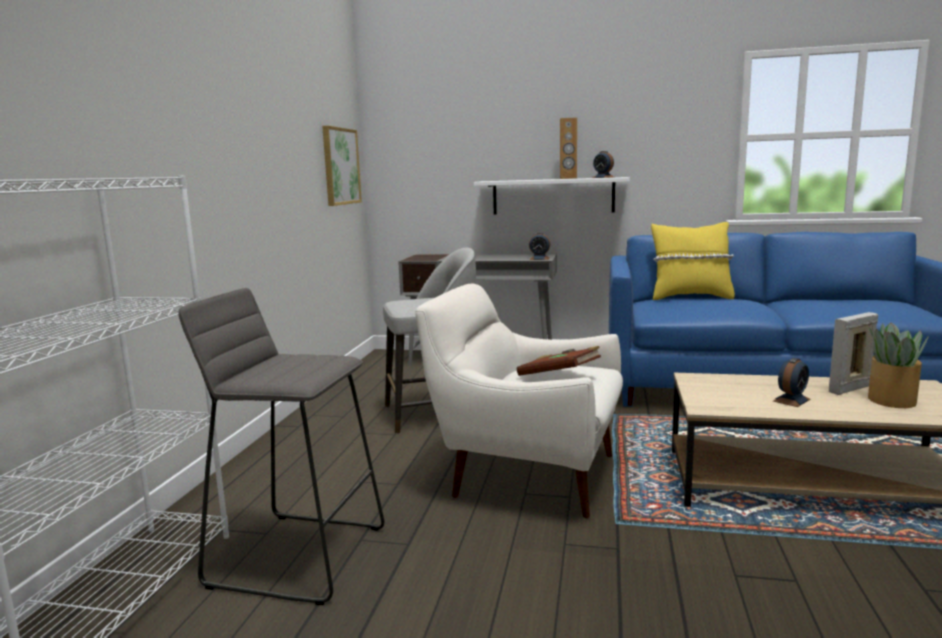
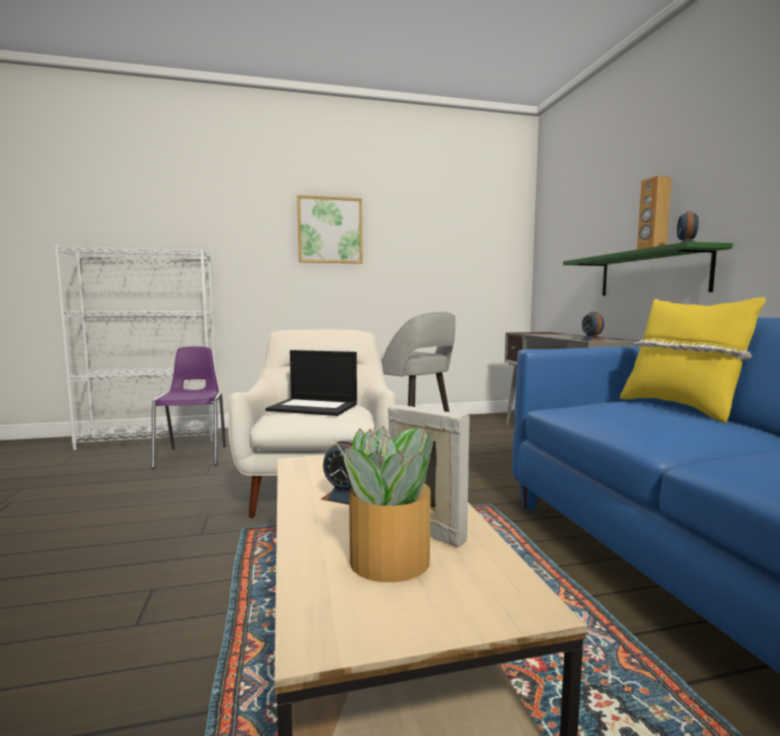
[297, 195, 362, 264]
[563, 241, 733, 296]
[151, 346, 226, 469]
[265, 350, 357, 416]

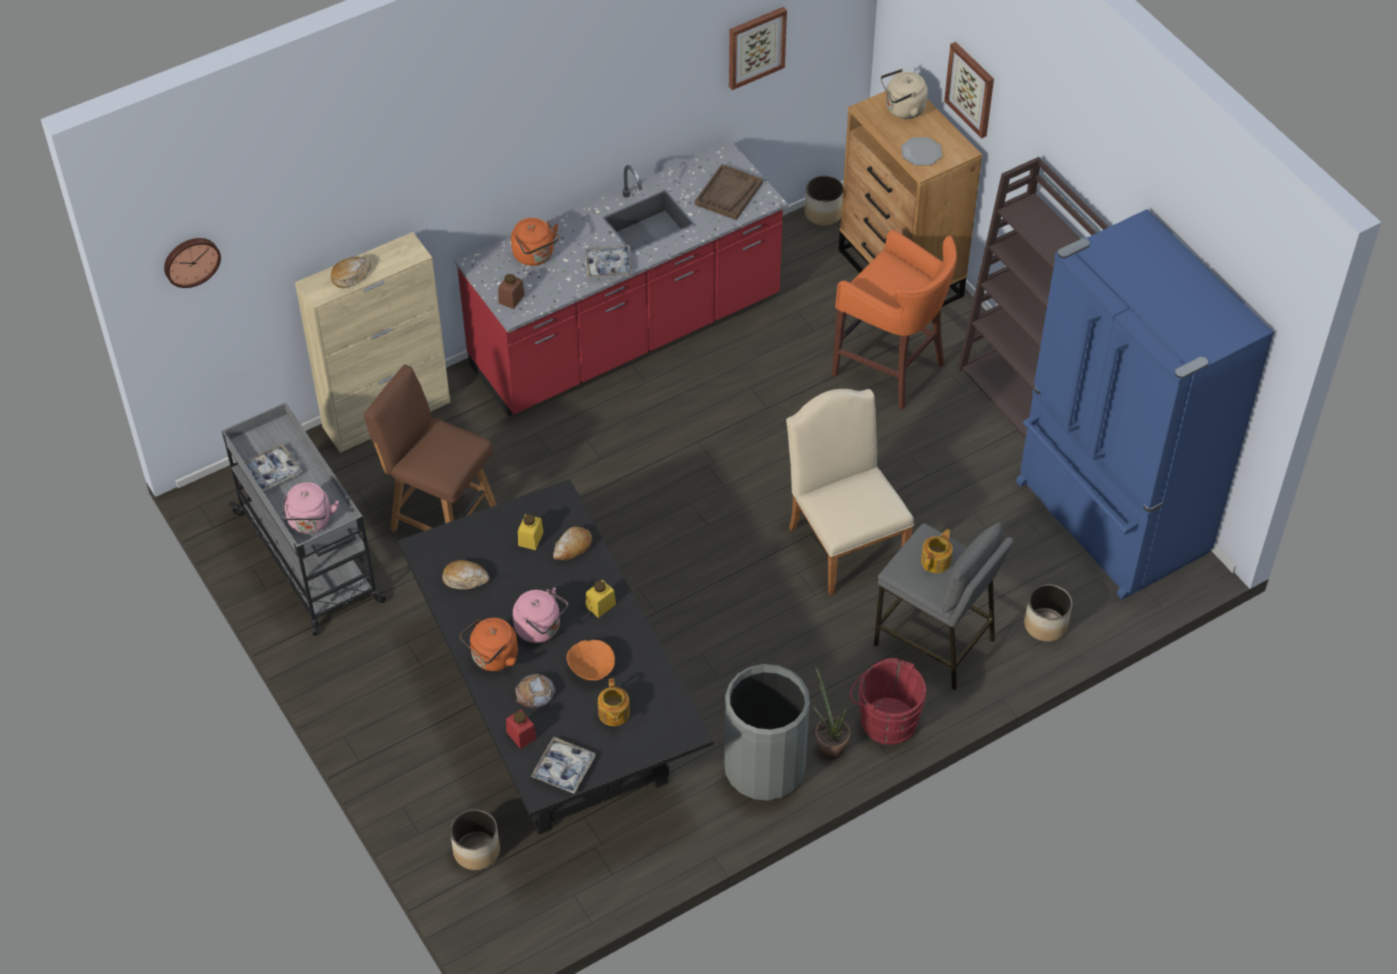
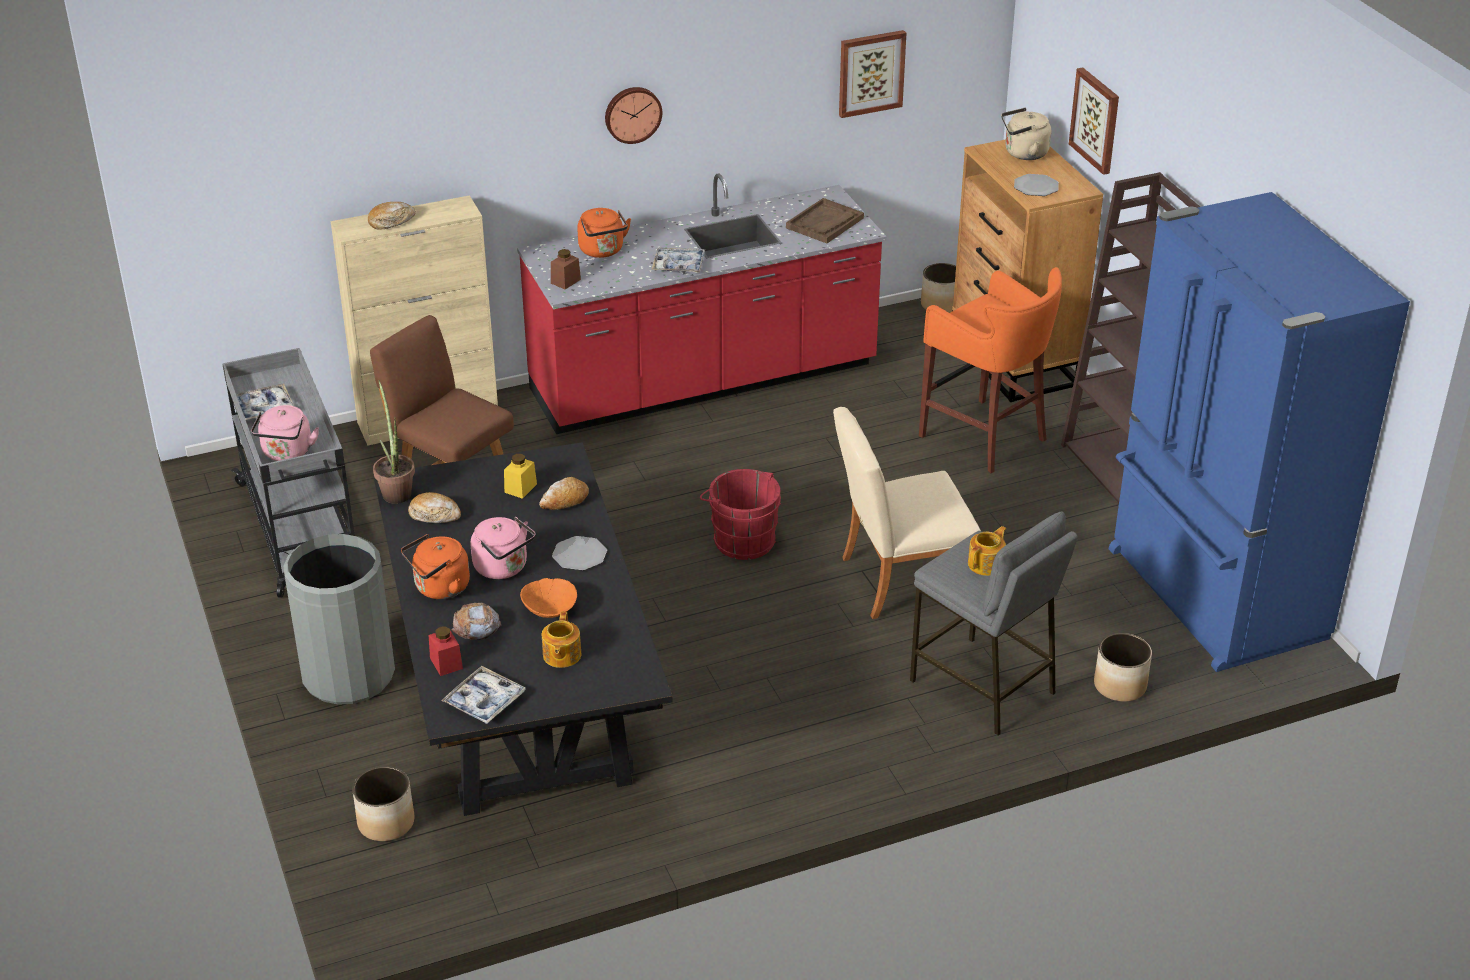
[605, 87, 662, 144]
[833, 407, 981, 619]
[552, 536, 607, 571]
[700, 469, 781, 560]
[284, 534, 395, 705]
[373, 380, 415, 504]

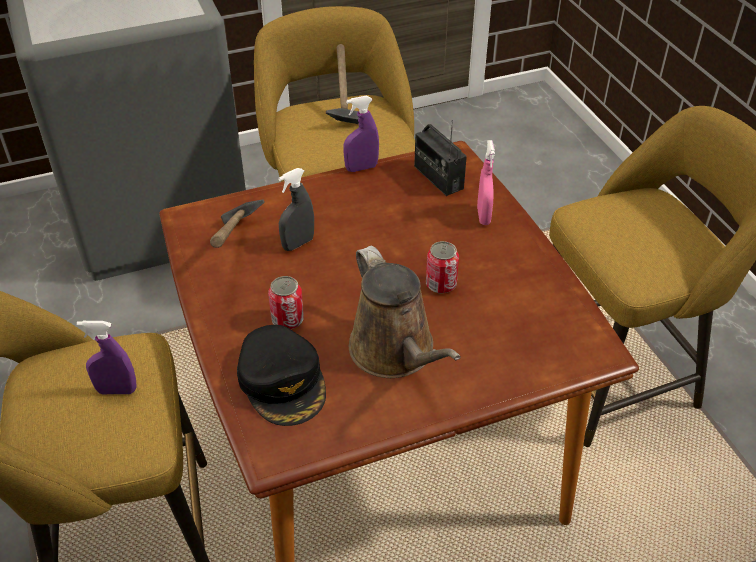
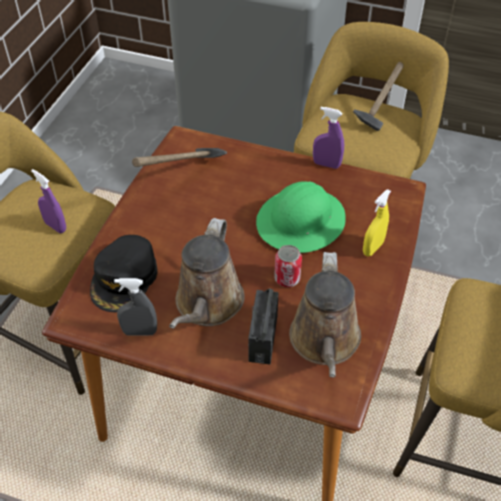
[248, 289, 279, 364]
[363, 189, 391, 256]
[114, 278, 157, 336]
[268, 276, 304, 329] (first image)
[256, 181, 346, 253]
[289, 252, 361, 378]

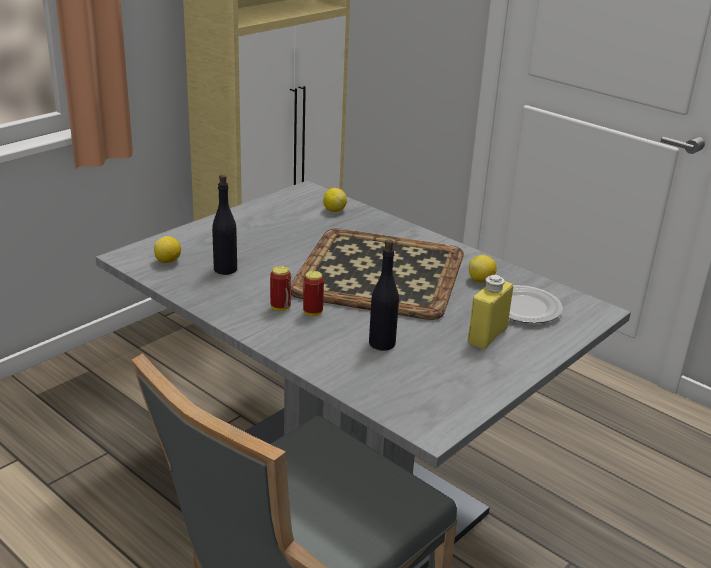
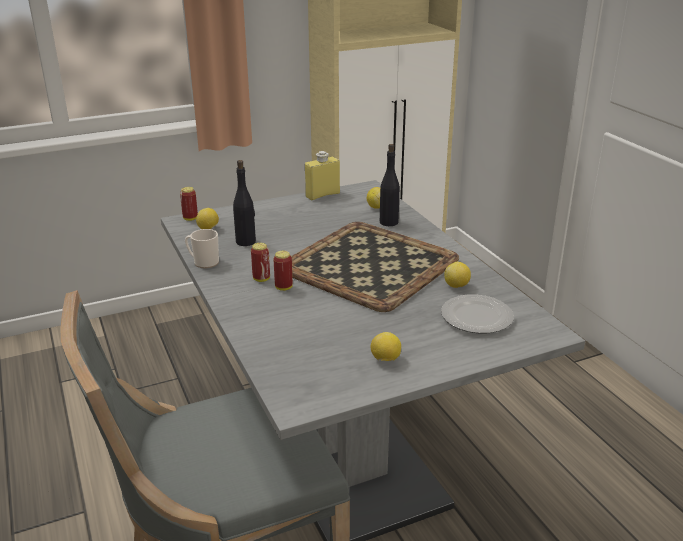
[380, 144, 400, 226]
[305, 151, 340, 200]
[180, 187, 198, 221]
[185, 229, 219, 268]
[371, 332, 401, 361]

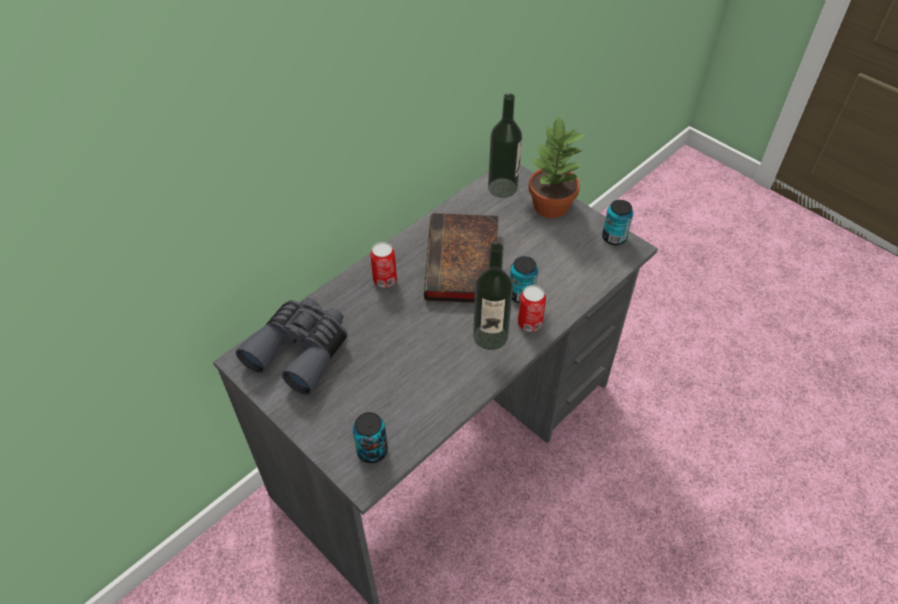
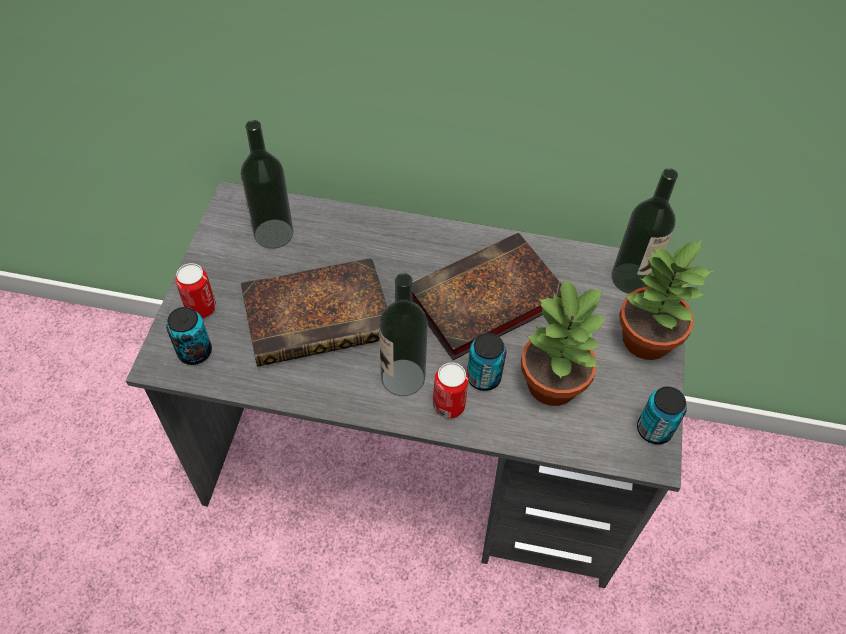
[175, 263, 216, 318]
[240, 120, 293, 249]
[241, 258, 387, 367]
[521, 277, 608, 406]

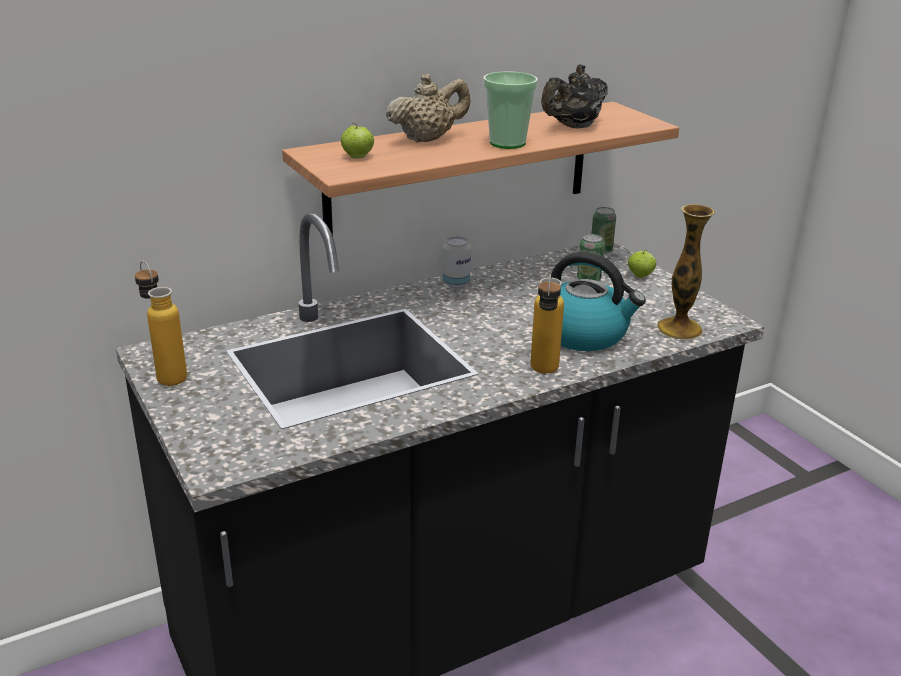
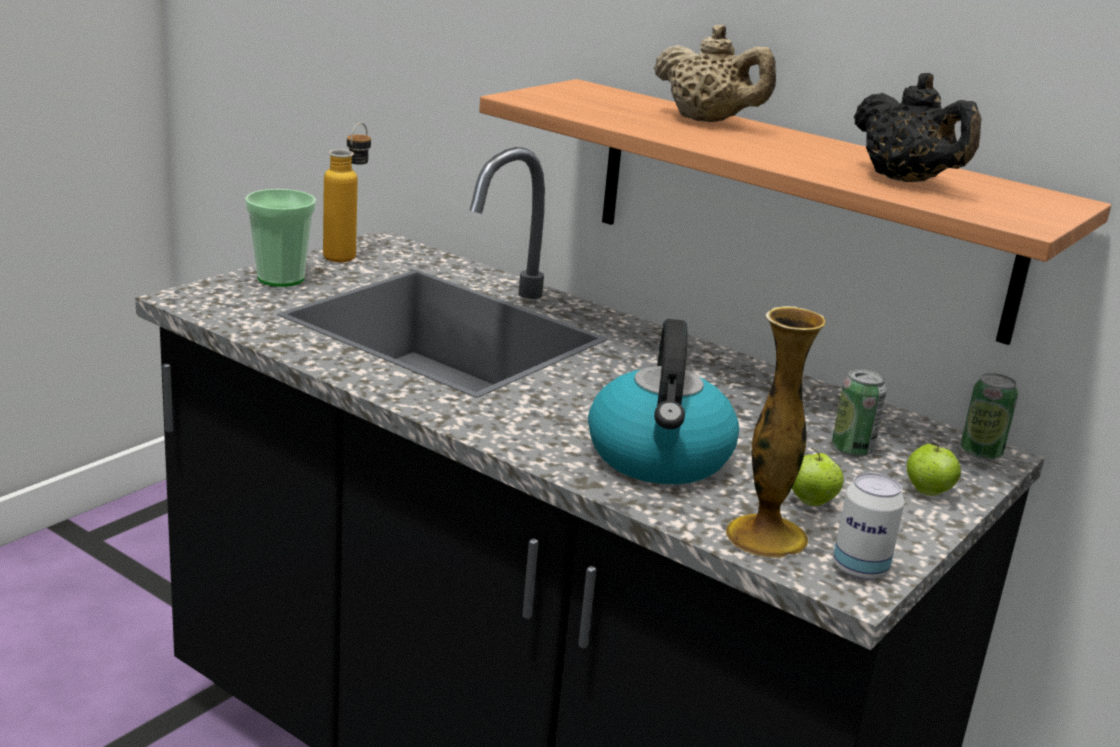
[854, 73, 982, 182]
[245, 189, 316, 287]
[792, 447, 844, 506]
[833, 473, 905, 581]
[530, 272, 564, 374] (first image)

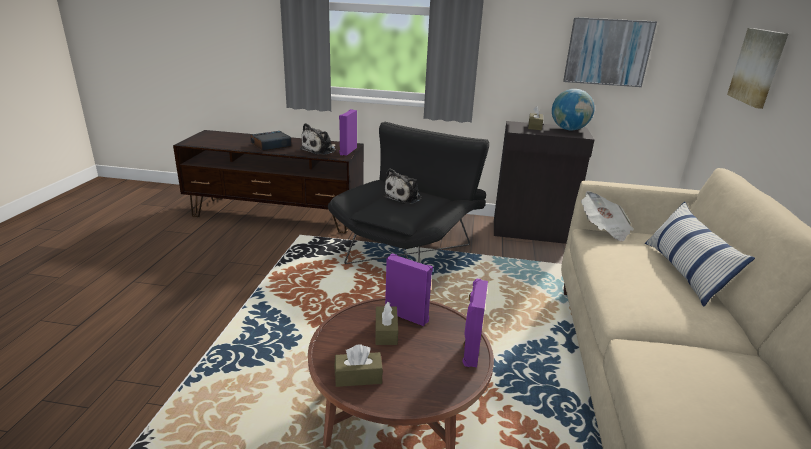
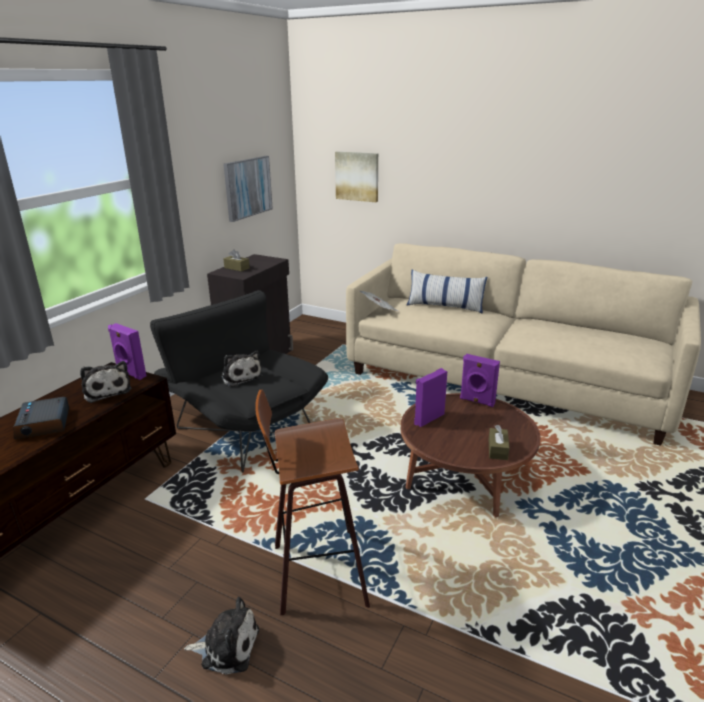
[552, 89, 595, 130] (first image)
[376, 302, 398, 345] (first image)
[255, 390, 370, 615]
[184, 597, 259, 674]

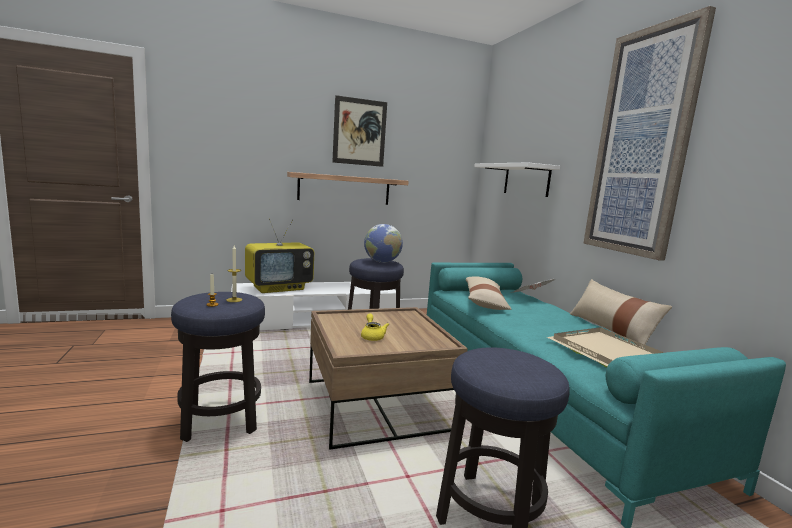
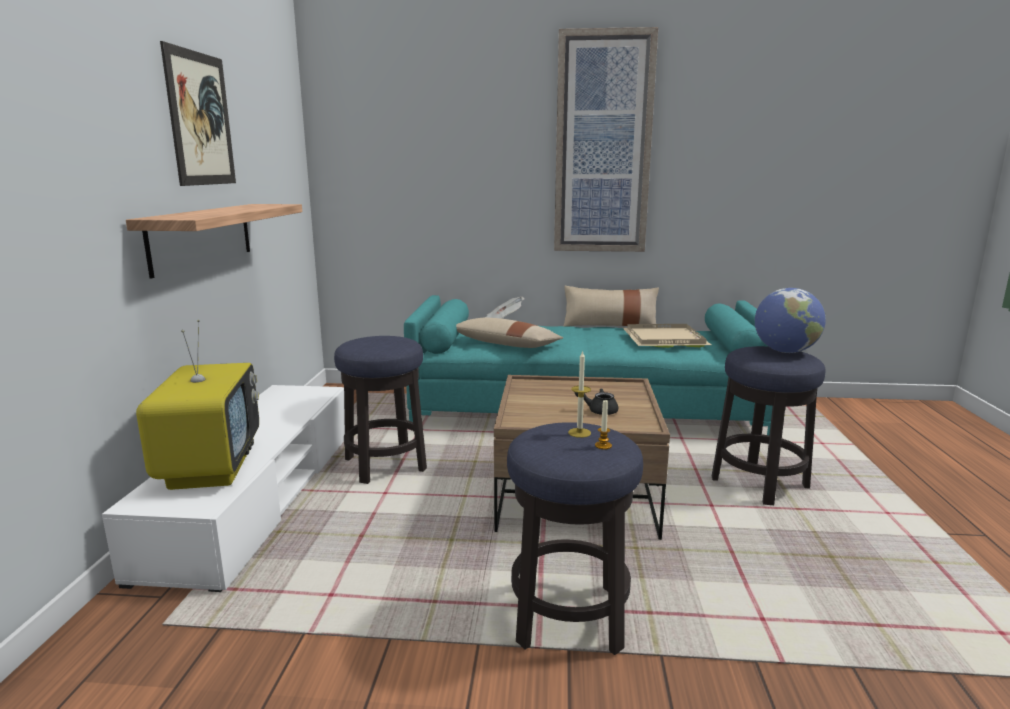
[474, 162, 560, 197] (first image)
[755, 288, 826, 353]
[575, 388, 618, 415]

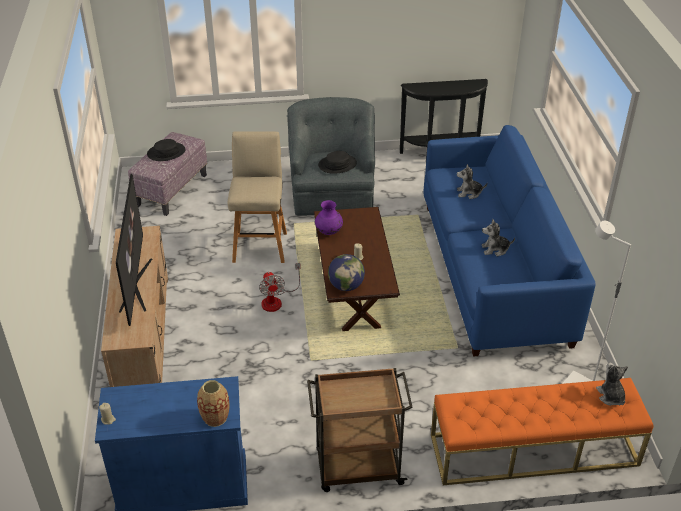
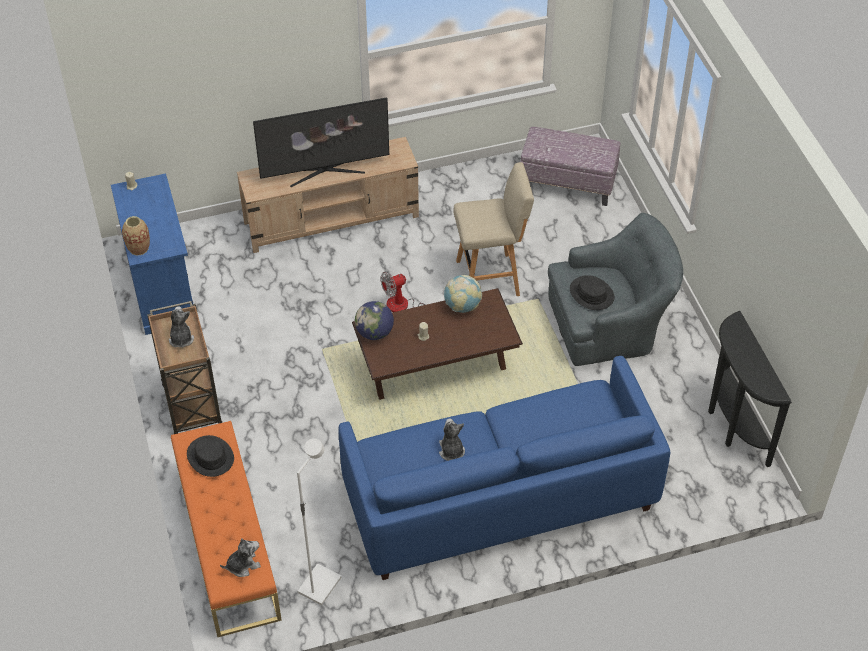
[187, 435, 234, 477]
[169, 306, 194, 348]
[444, 275, 482, 313]

